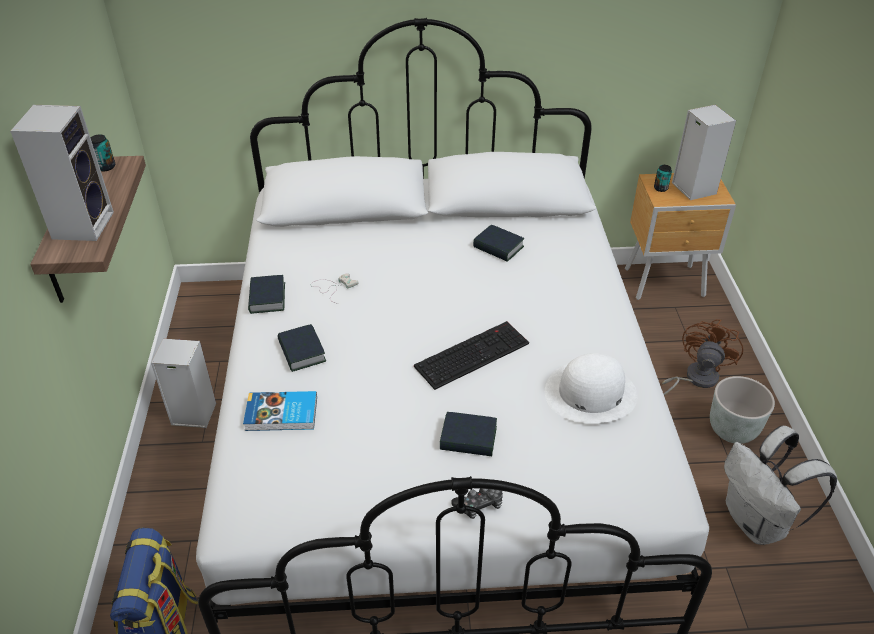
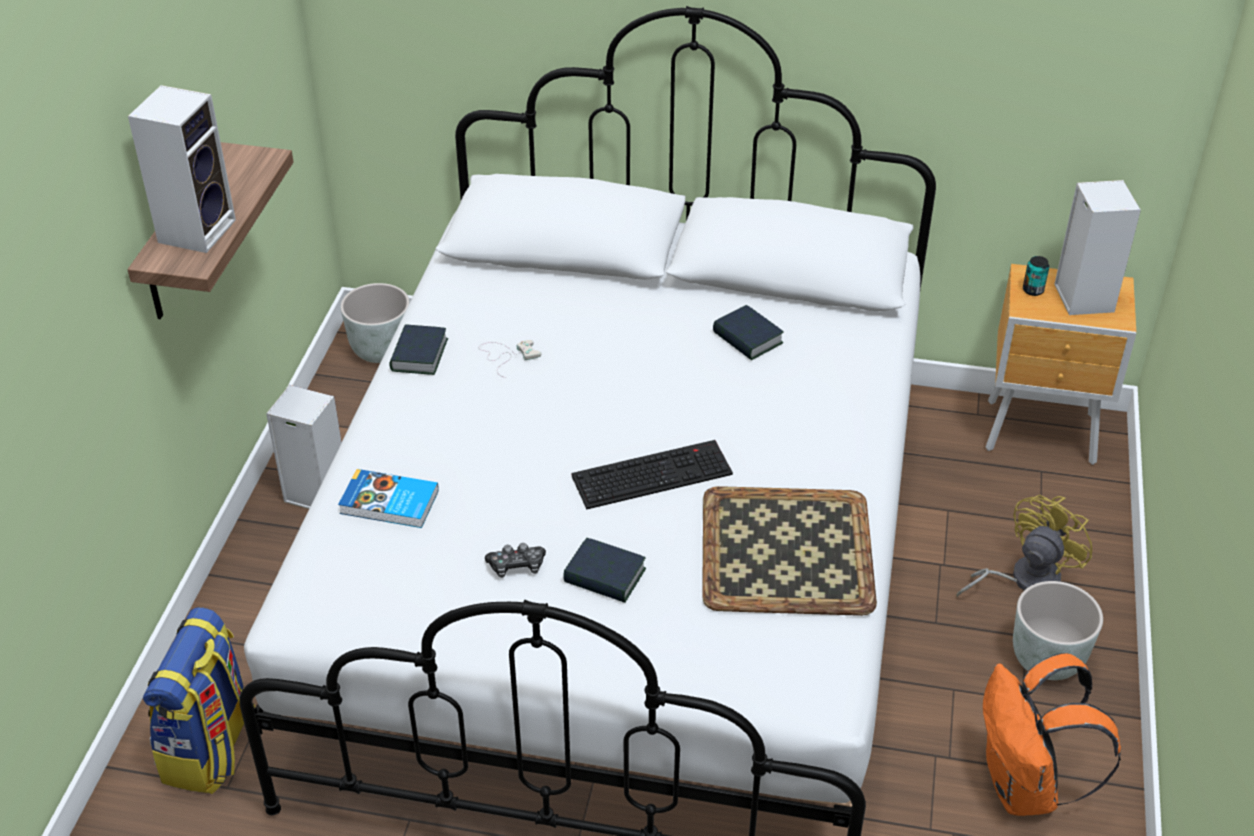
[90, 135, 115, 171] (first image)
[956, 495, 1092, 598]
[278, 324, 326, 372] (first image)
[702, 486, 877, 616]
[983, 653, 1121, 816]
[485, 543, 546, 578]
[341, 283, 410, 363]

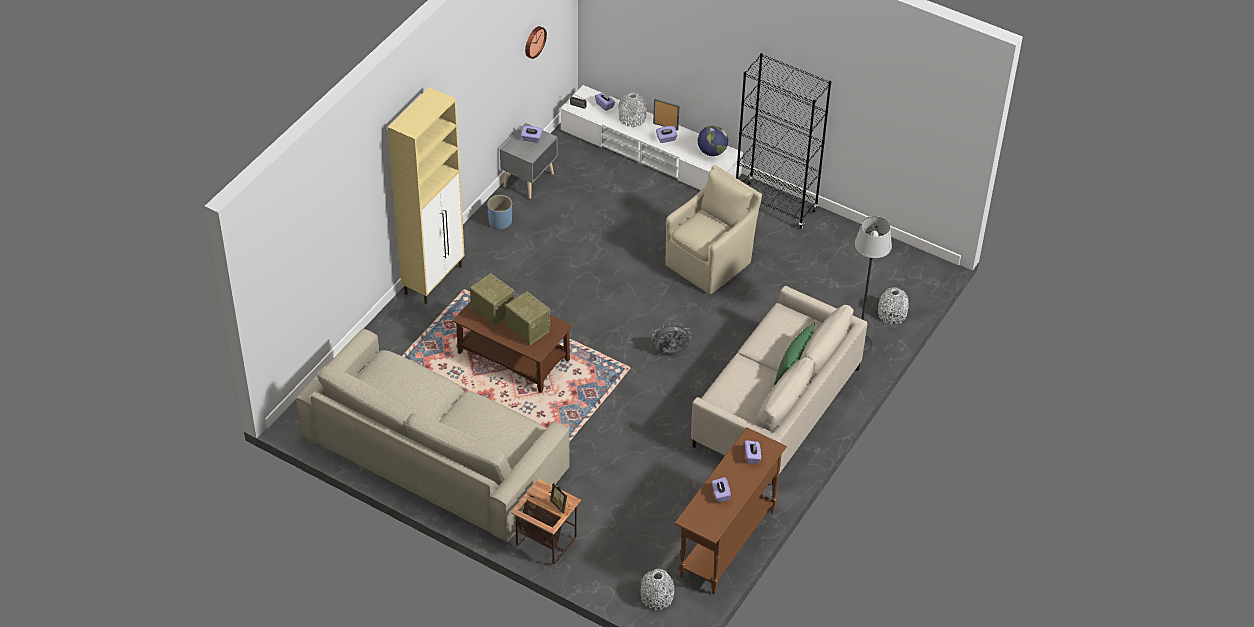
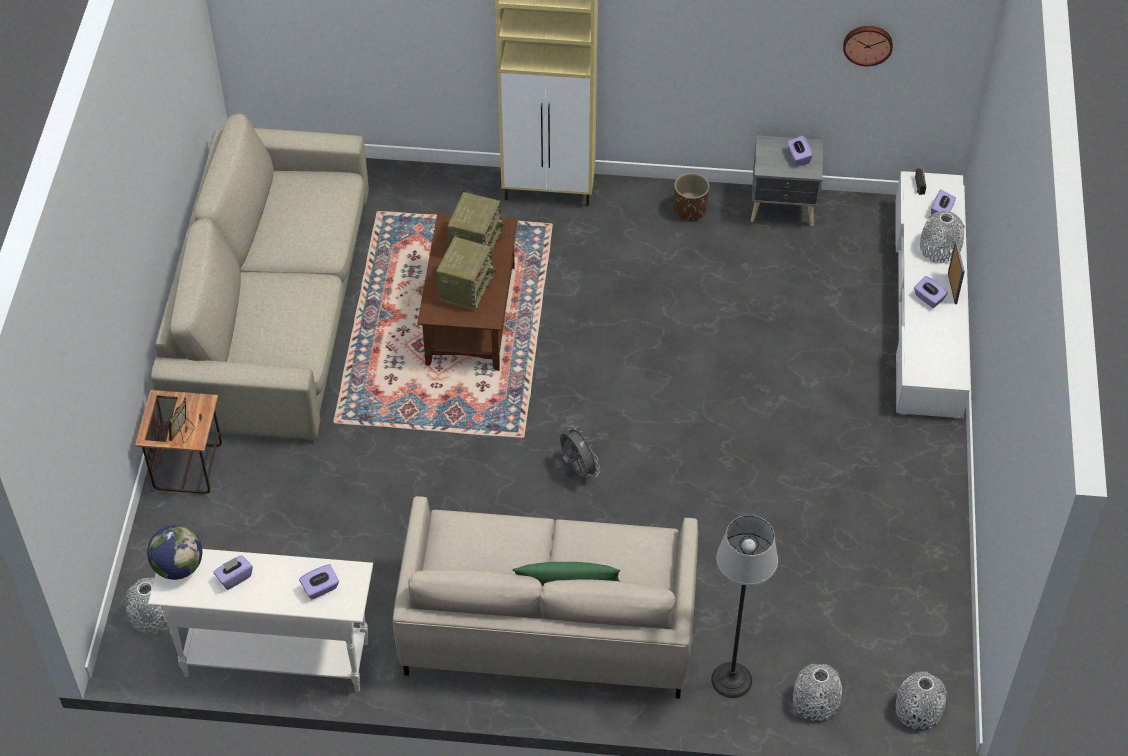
[736, 53, 831, 228] (first image)
[147, 525, 202, 580]
[666, 165, 762, 294] (first image)
[674, 173, 709, 221]
[148, 549, 373, 692]
[895, 672, 947, 729]

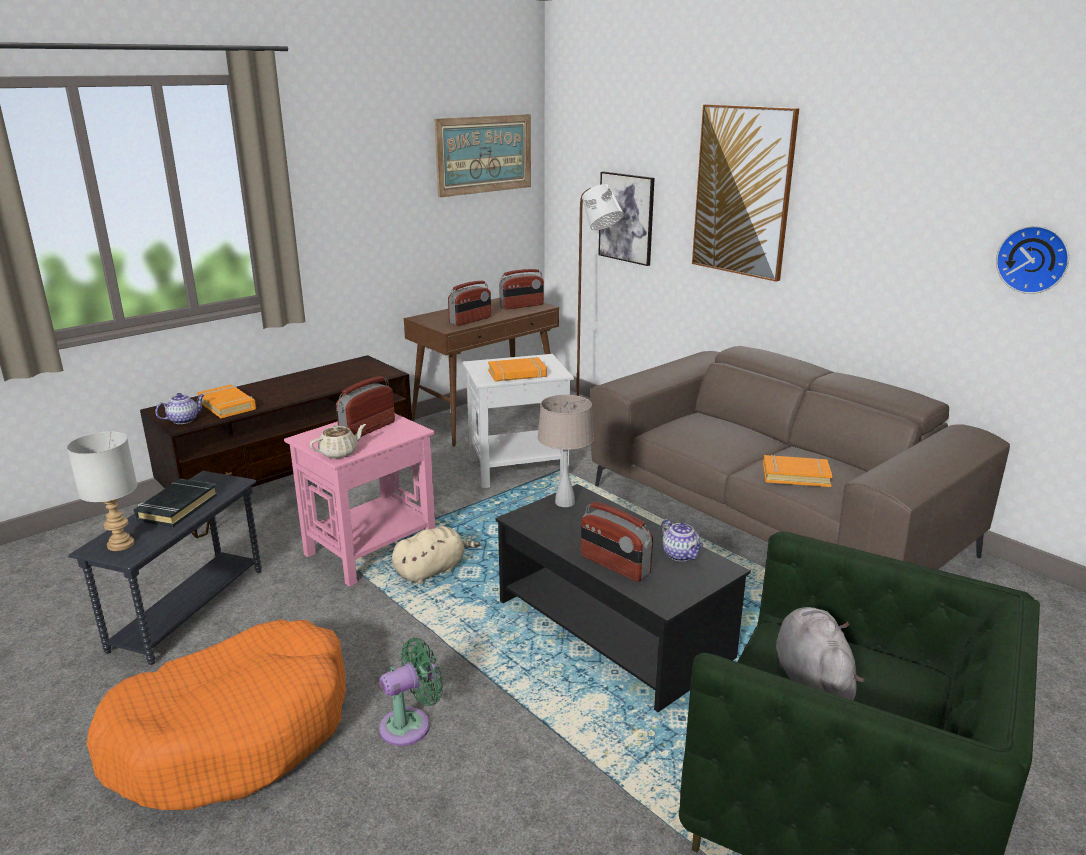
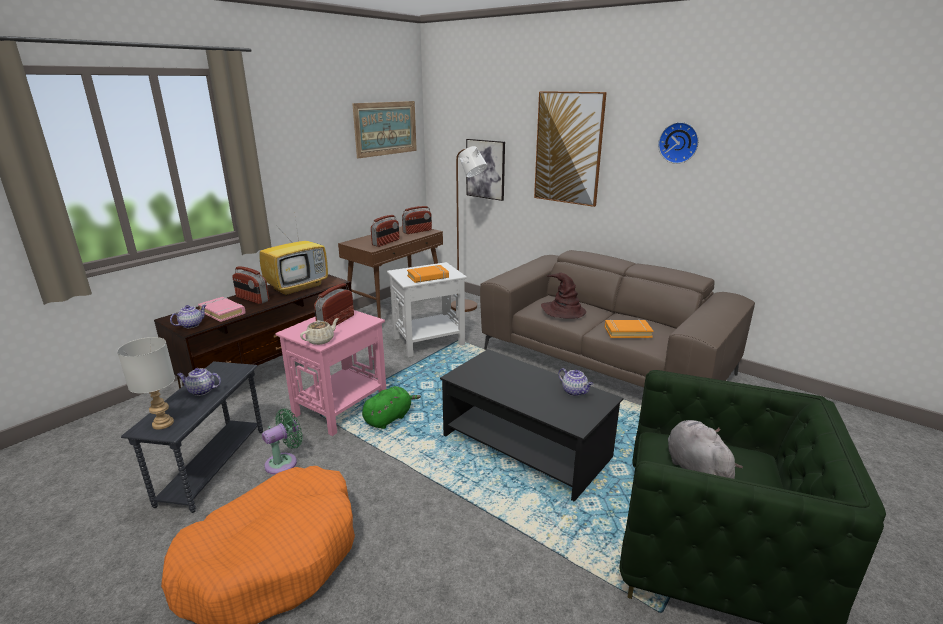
[658, 122, 699, 164]
[198, 297, 246, 322]
[538, 395, 594, 507] (first image)
[177, 368, 221, 396]
[232, 266, 269, 304]
[362, 386, 421, 429]
[262, 409, 303, 475]
[259, 216, 328, 296]
[541, 273, 586, 319]

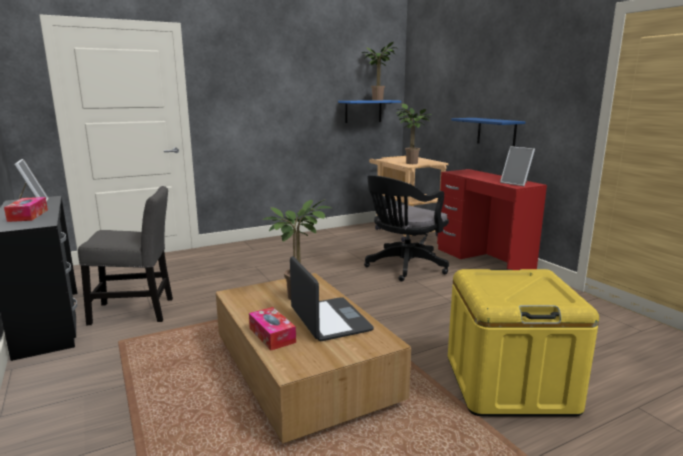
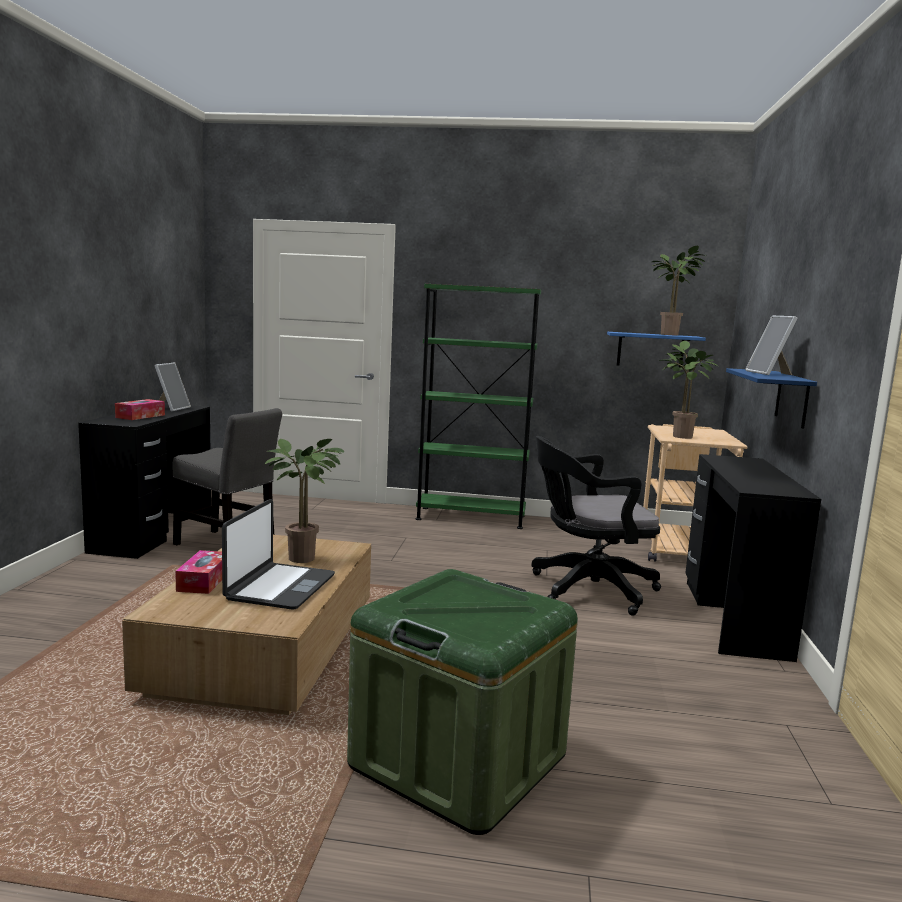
[745, 316, 798, 375]
[685, 454, 821, 662]
[347, 569, 578, 835]
[416, 284, 541, 529]

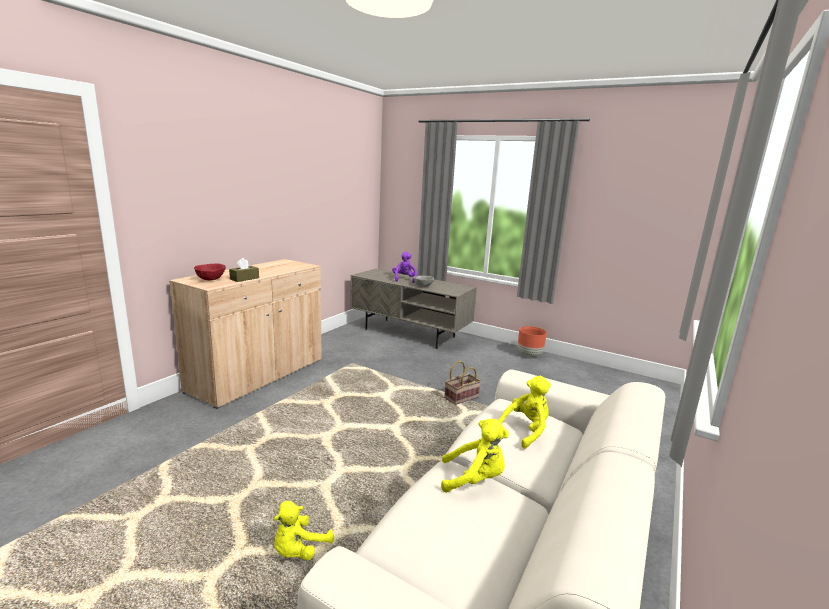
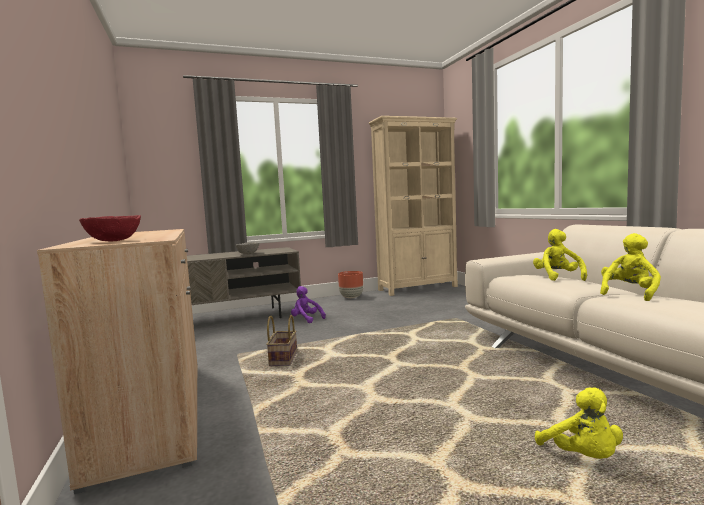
[291, 286, 326, 323]
[229, 258, 259, 282] (first image)
[266, 315, 297, 366]
[369, 116, 458, 296]

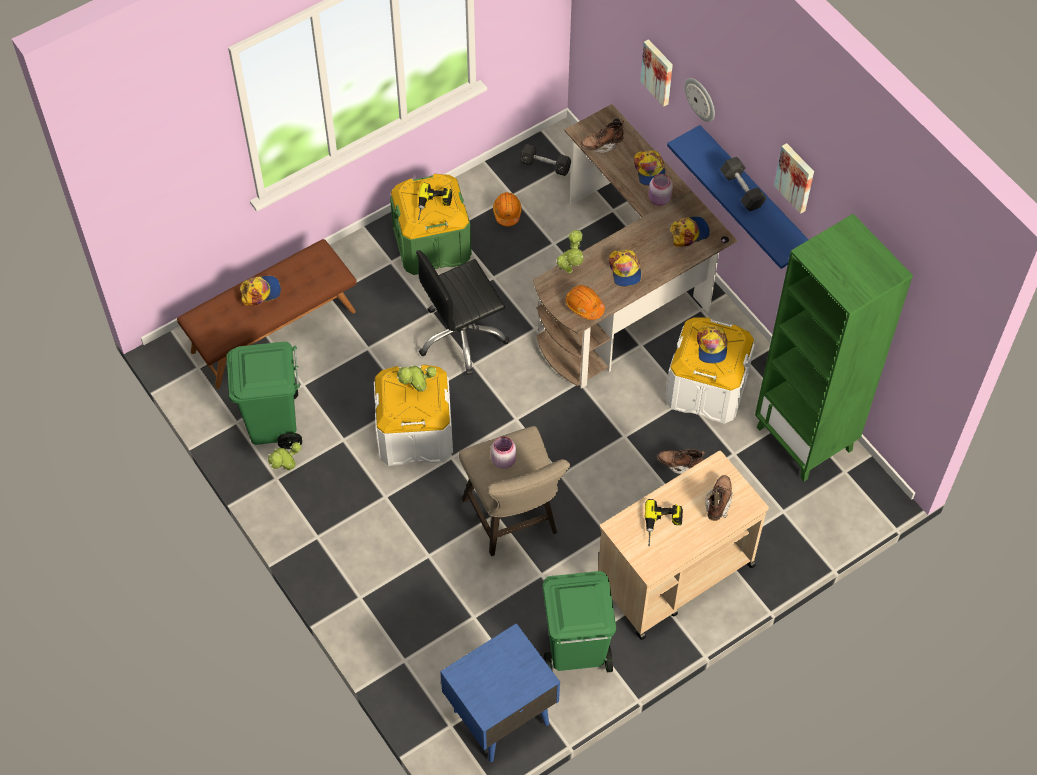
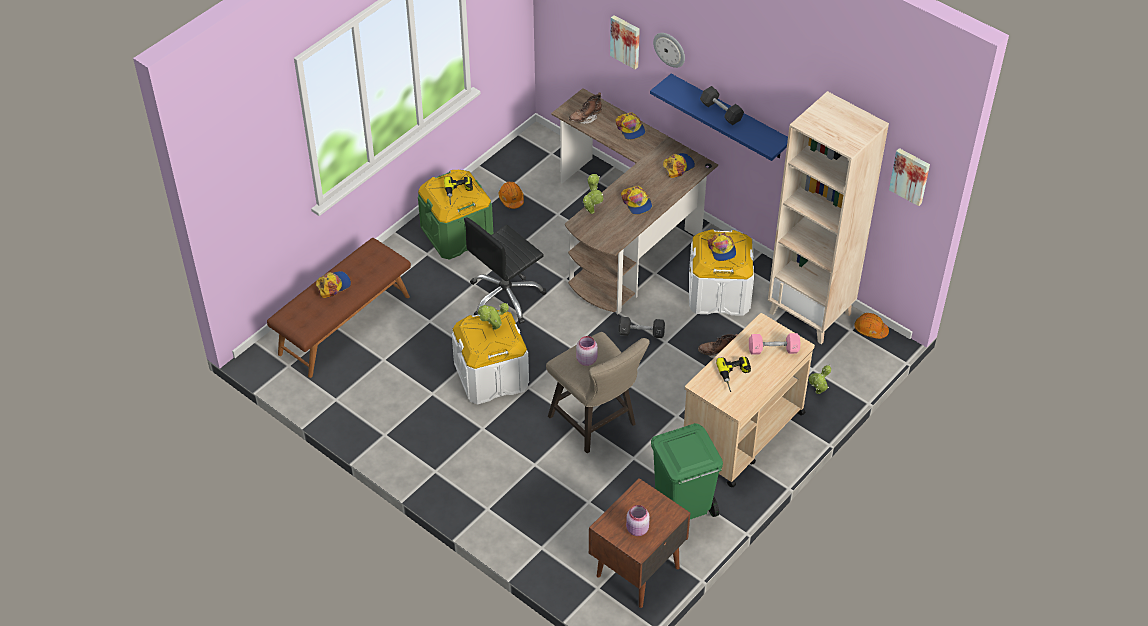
[889, 148, 930, 206]
[618, 317, 665, 338]
[626, 505, 650, 536]
[768, 91, 889, 344]
[854, 313, 889, 339]
[227, 342, 302, 449] (first image)
[809, 365, 831, 394]
[749, 333, 800, 355]
[589, 478, 690, 608]

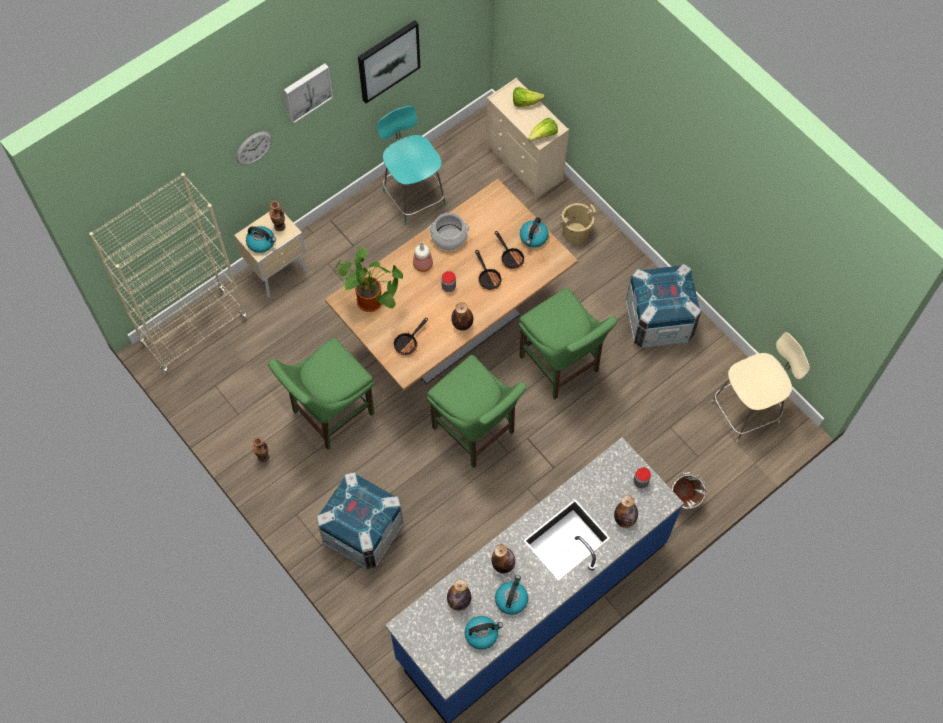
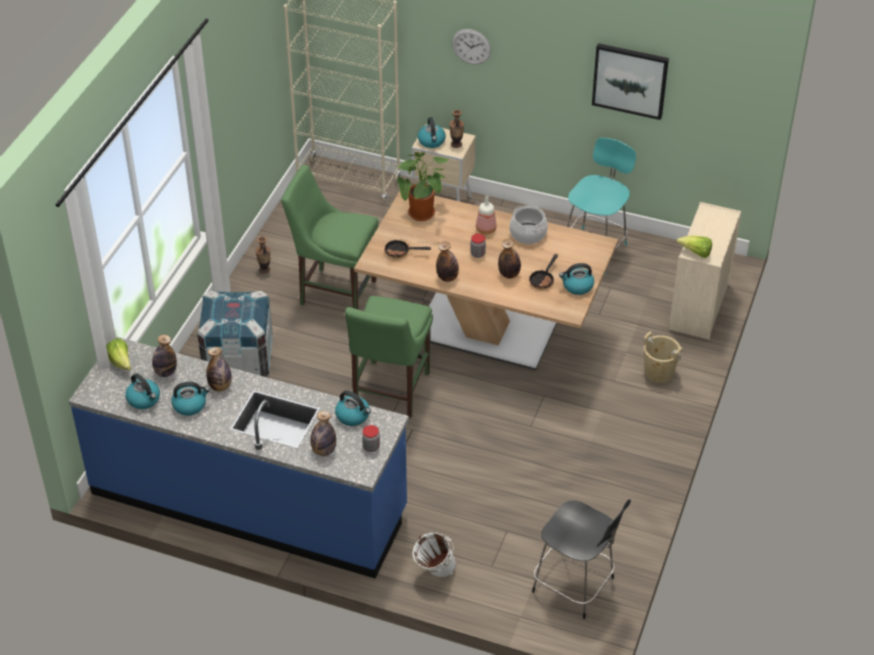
[284, 63, 333, 124] (first image)
[106, 338, 131, 370]
[498, 239, 521, 278]
[626, 264, 701, 348] (first image)
[519, 287, 617, 400] (first image)
[532, 499, 631, 619]
[335, 391, 371, 426]

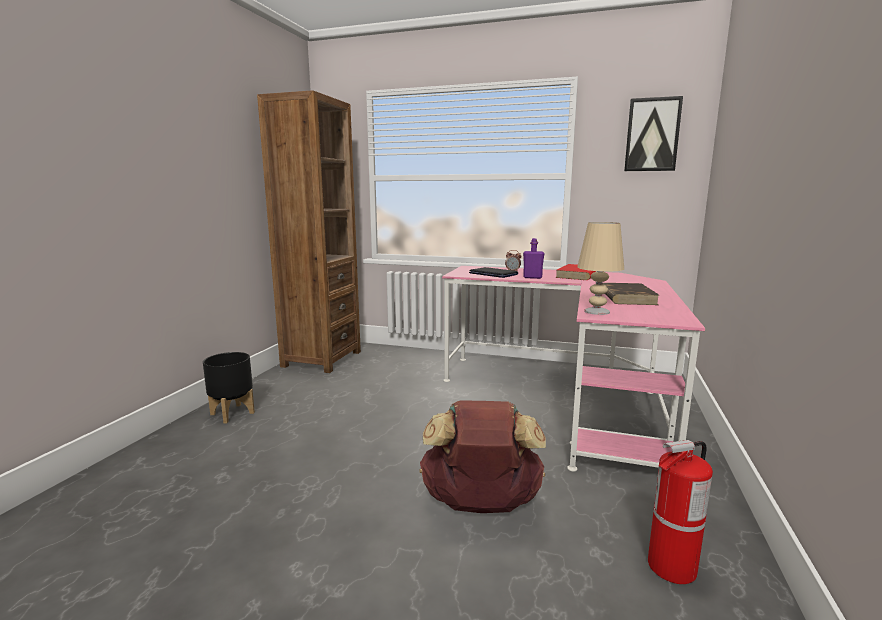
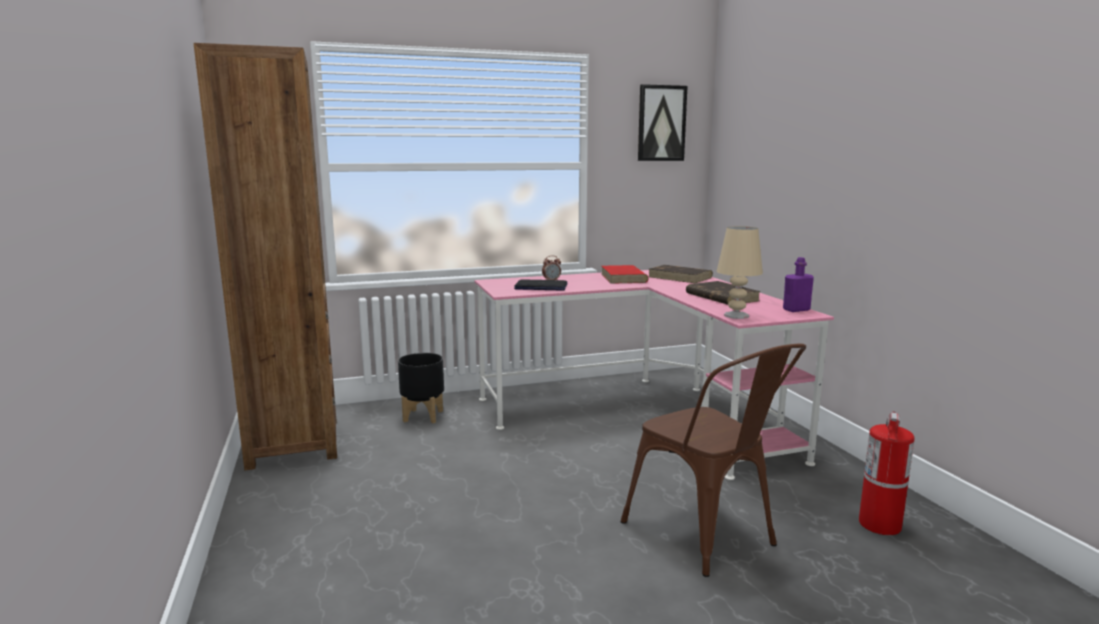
[783, 257, 814, 312]
[398, 353, 444, 423]
[620, 343, 806, 577]
[649, 265, 713, 283]

